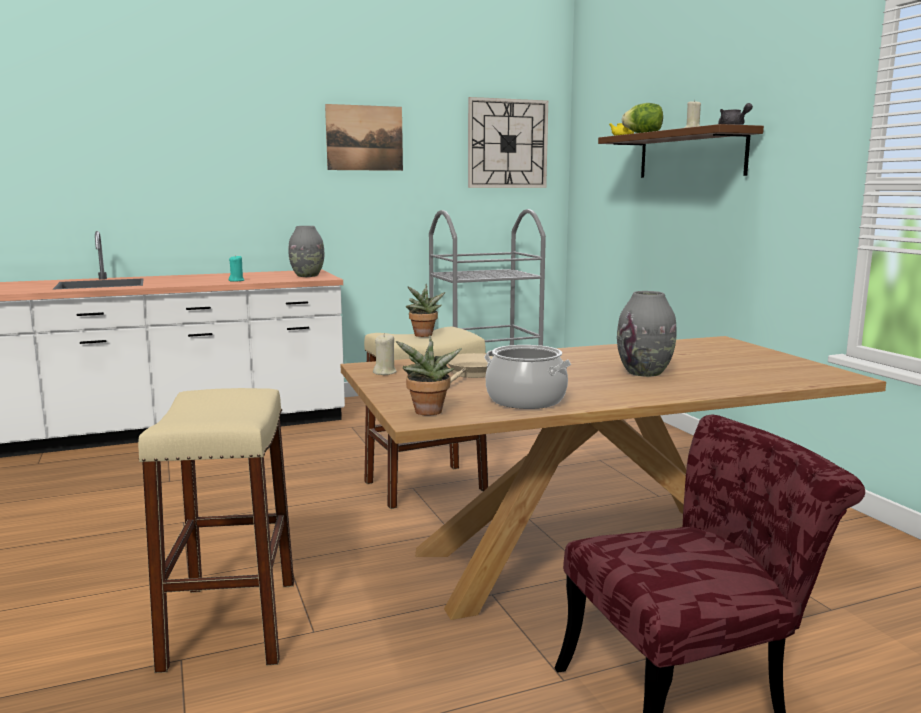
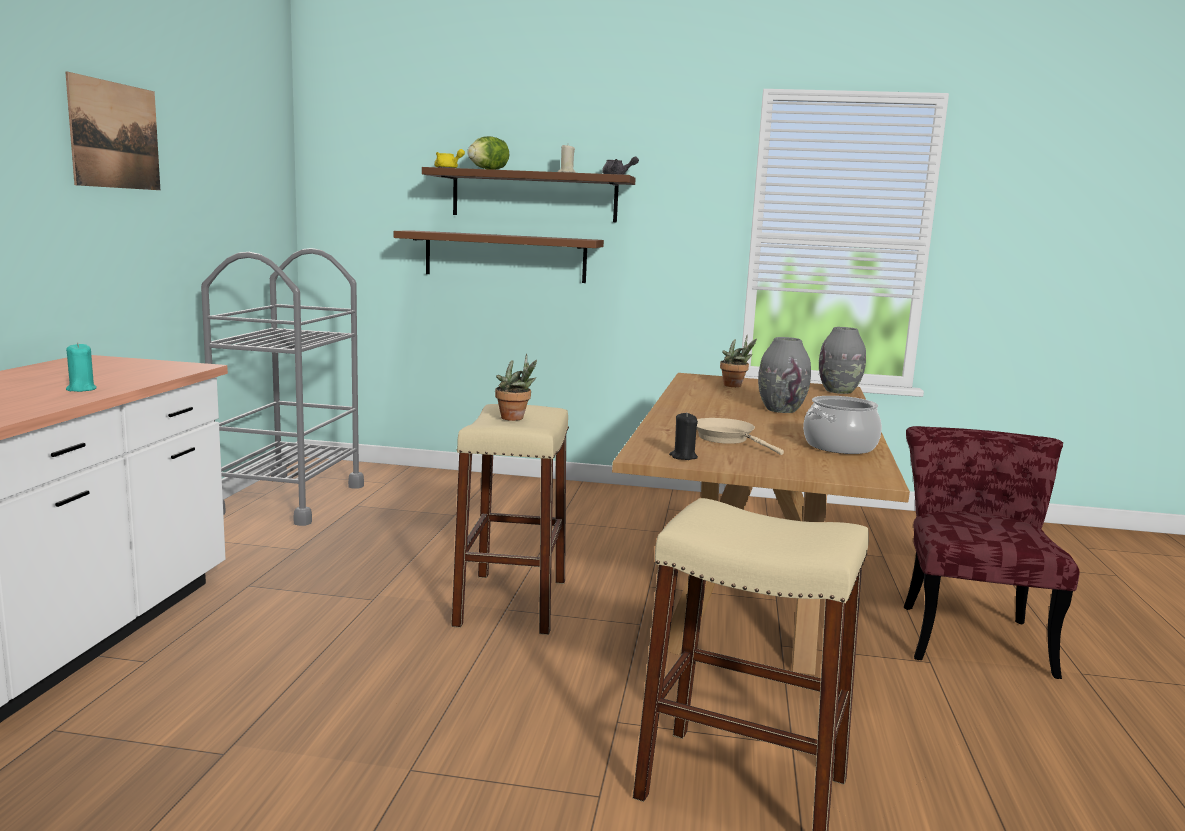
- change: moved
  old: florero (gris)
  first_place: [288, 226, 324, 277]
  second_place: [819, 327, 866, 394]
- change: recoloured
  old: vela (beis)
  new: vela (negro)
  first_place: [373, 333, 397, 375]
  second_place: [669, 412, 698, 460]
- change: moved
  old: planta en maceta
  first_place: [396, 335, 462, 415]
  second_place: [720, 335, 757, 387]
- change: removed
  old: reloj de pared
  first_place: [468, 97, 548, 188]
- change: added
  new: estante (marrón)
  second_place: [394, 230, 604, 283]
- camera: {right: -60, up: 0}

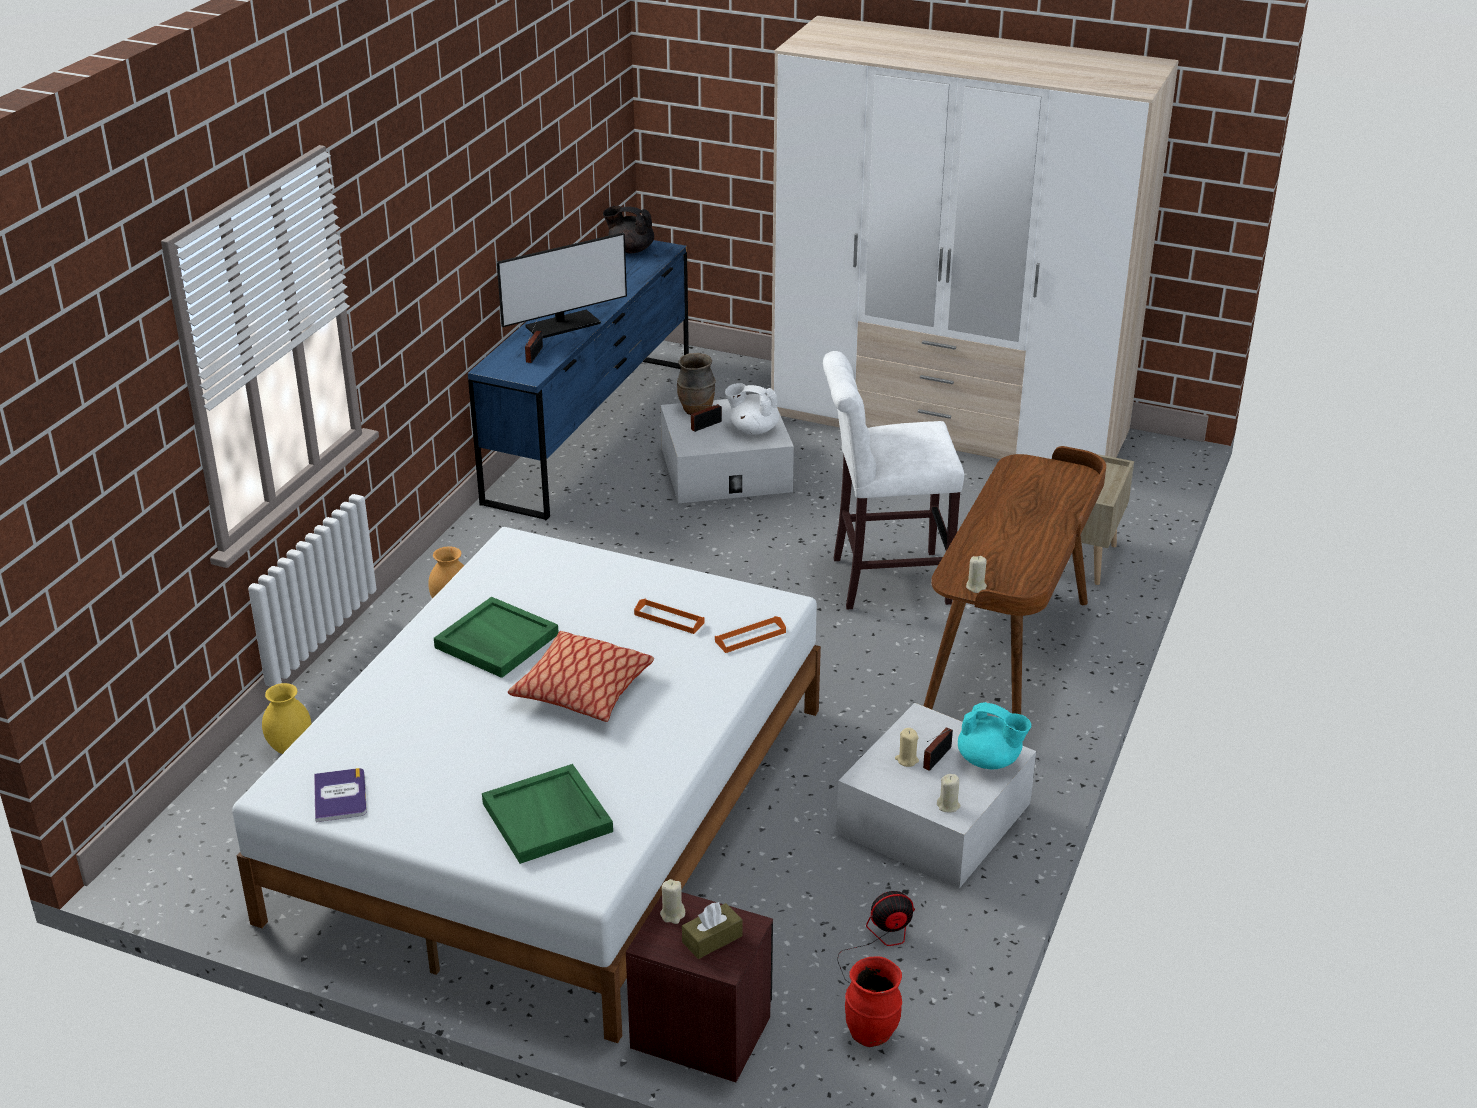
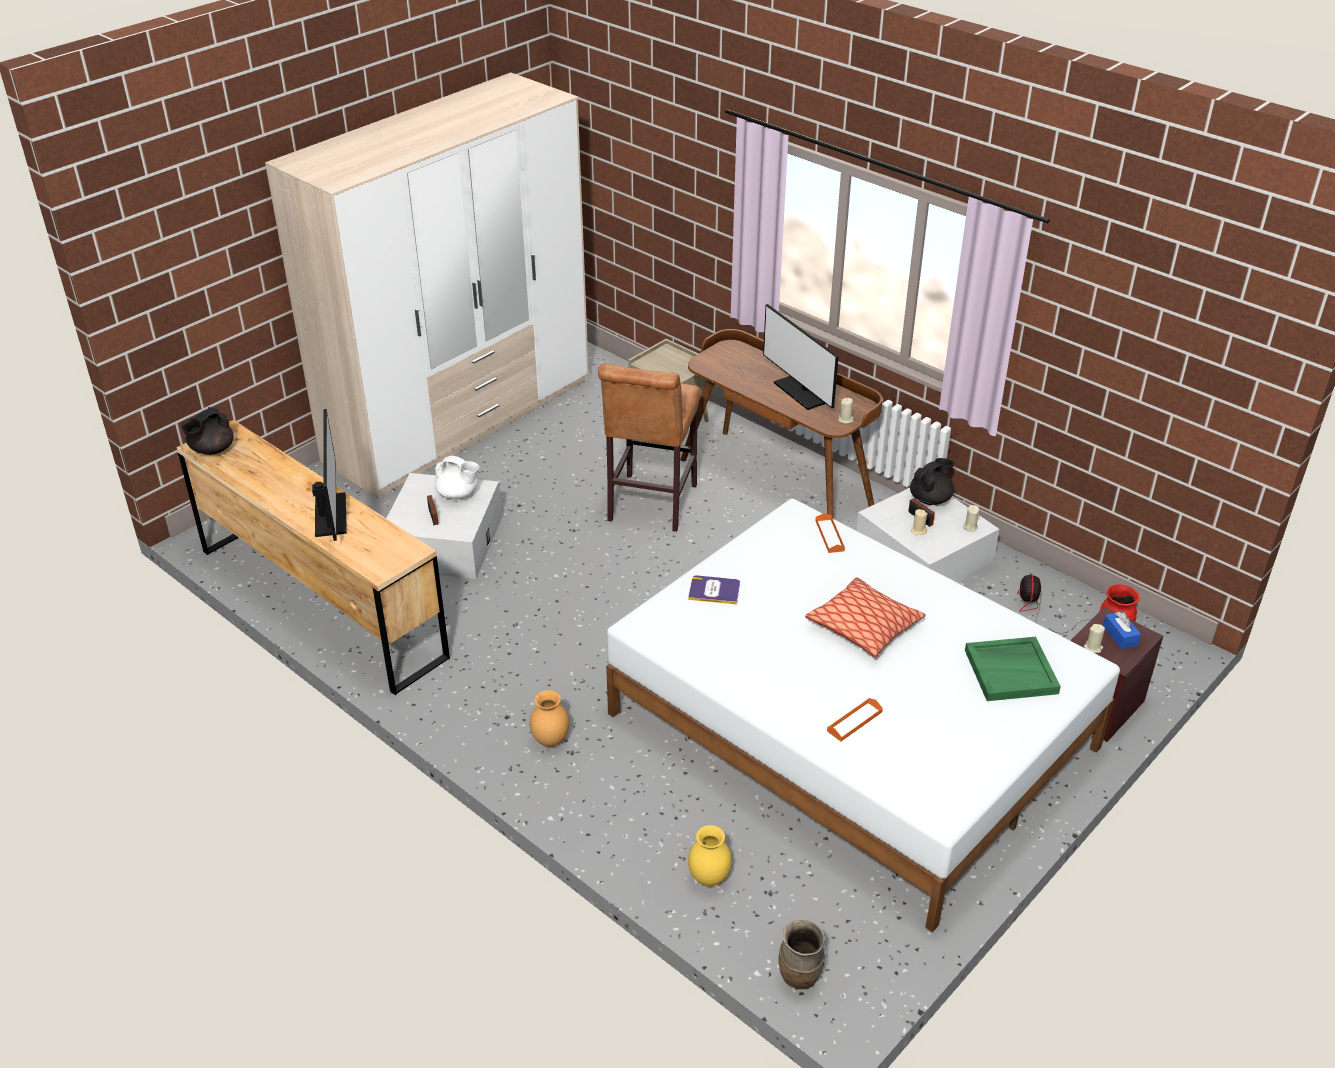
- change: moved
  old: libro
  first_place: [314, 768, 367, 822]
  second_place: [688, 575, 740, 604]
- change: removed
  old: bandeja (verde)
  first_place: [434, 597, 559, 678]
- change: recoloured
  old: cómoda (azul)
  new: cómoda (marrón)
  first_place: [468, 240, 689, 520]
  second_place: [176, 420, 450, 695]
- change: removed
  old: radio
  first_place: [525, 316, 543, 363]
- change: moved
  old: bandeja (naranja)
  first_place: [634, 599, 704, 634]
  second_place: [827, 698, 883, 741]
- change: moved
  old: florero (marrón)
  first_place: [677, 353, 716, 415]
  second_place: [778, 920, 825, 989]
- change: recoloured
  old: caja de pañuelos (marrón)
  new: caja de pañuelos (azul)
  first_place: [682, 902, 742, 959]
  second_place: [1103, 611, 1141, 649]
- change: turned
  old: tetera (blanco)
  first_place: [725, 383, 779, 435]
  second_place: [435, 456, 479, 499]
  degrees: -105
- change: recoloured
  old: taburete (blanco)
  new: taburete (marrón)
  first_place: [823, 351, 964, 610]
  second_place: [598, 364, 700, 532]
- change: recoloured
  old: tetera (turquesa)
  new: tetera (negro)
  first_place: [958, 702, 1031, 769]
  second_place: [910, 458, 954, 505]
- change: added
  new: monitor
  second_place: [763, 304, 839, 410]
- camera: {right: -70, up: 5}

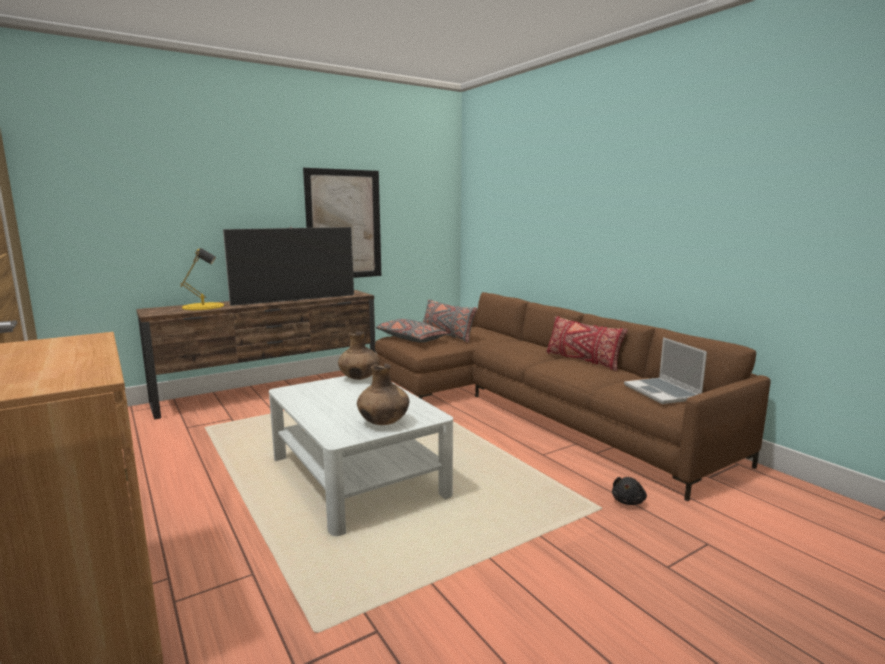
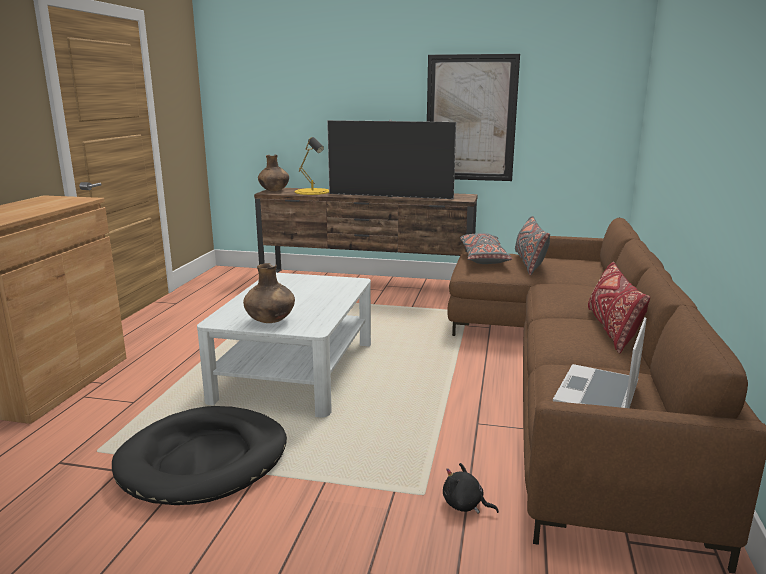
- change: moved
  old: florero (marrón)
  first_place: [338, 331, 380, 380]
  second_place: [258, 155, 289, 191]
- change: turned
  old: peluche (negro)
  first_place: [612, 477, 647, 505]
  second_place: [443, 463, 499, 514]
  degrees: 45
- change: added
  new: cama para perro (negro)
  second_place: [112, 406, 287, 505]
- camera: {right: 45, up: 5}

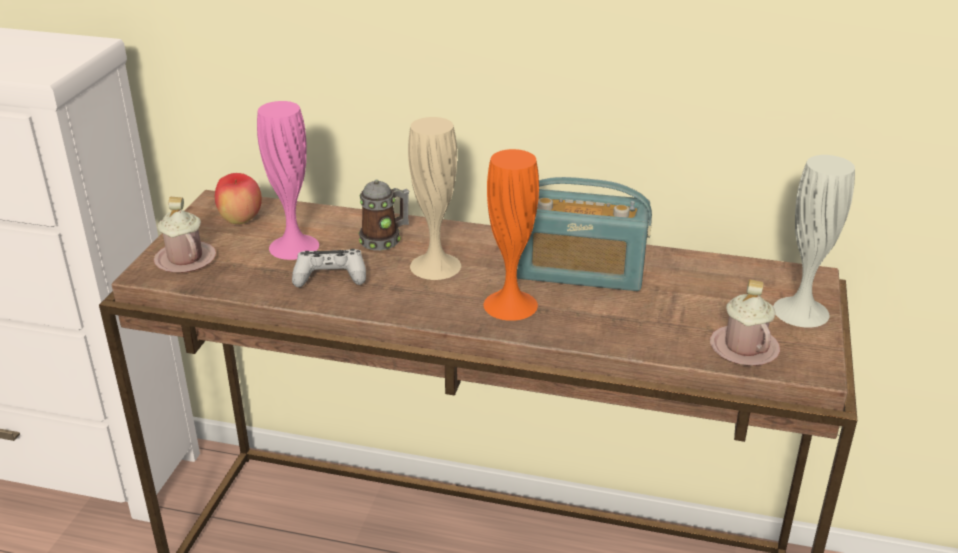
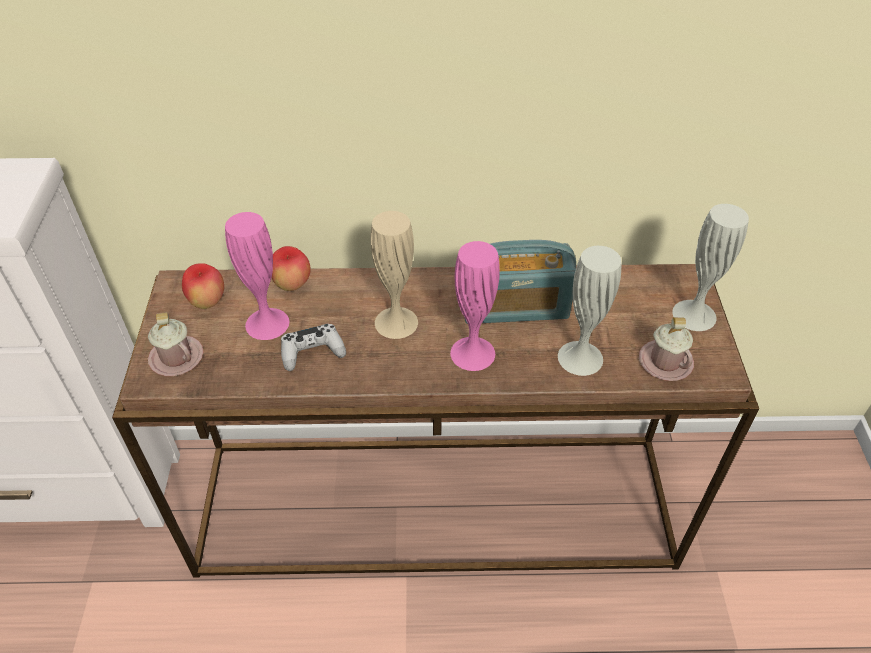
- change: removed
  old: taza grande
  first_place: [358, 179, 409, 250]
- change: recoloured
  old: florero (naranja)
  new: florero (rosa)
  first_place: [484, 149, 539, 321]
  second_place: [450, 241, 500, 371]
- change: added
  new: manzana
  second_place: [272, 246, 310, 291]
- change: added
  new: florero (blanco)
  second_place: [558, 246, 621, 376]
- camera: {right: -15, up: 15}

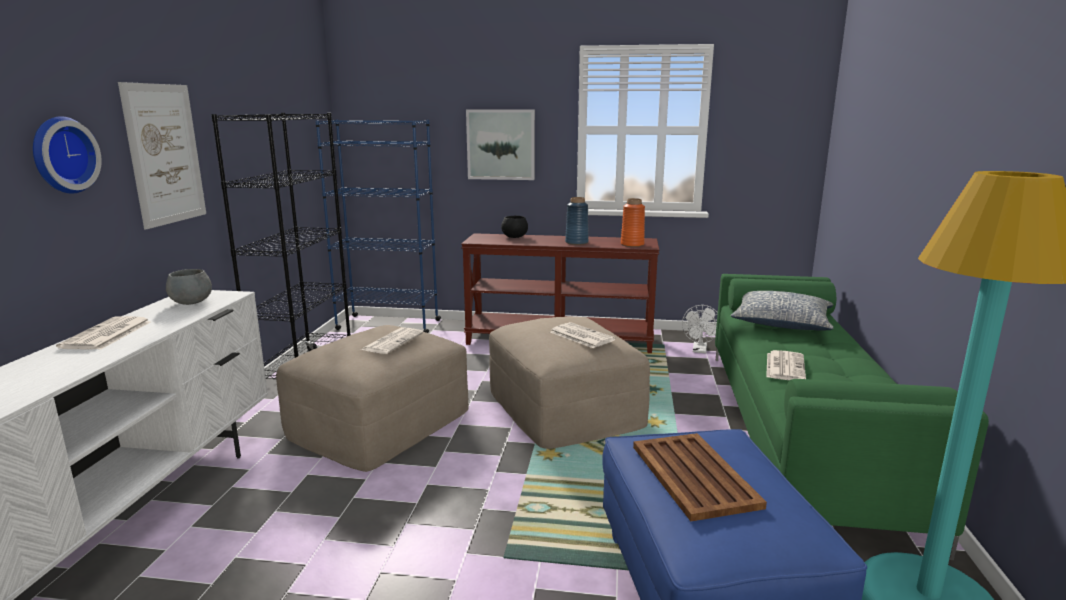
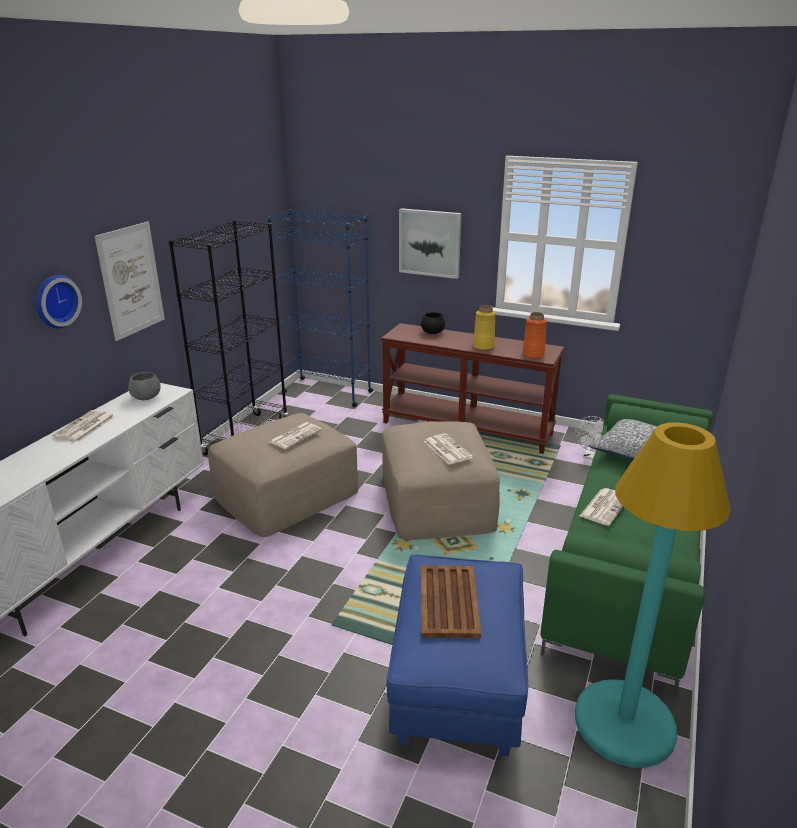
- change: recoloured
  old: florero (azul)
  new: florero (amarillo)
  first_place: [565, 197, 589, 245]
  second_place: [473, 305, 496, 350]
- camera: {right: 15, up: 10}

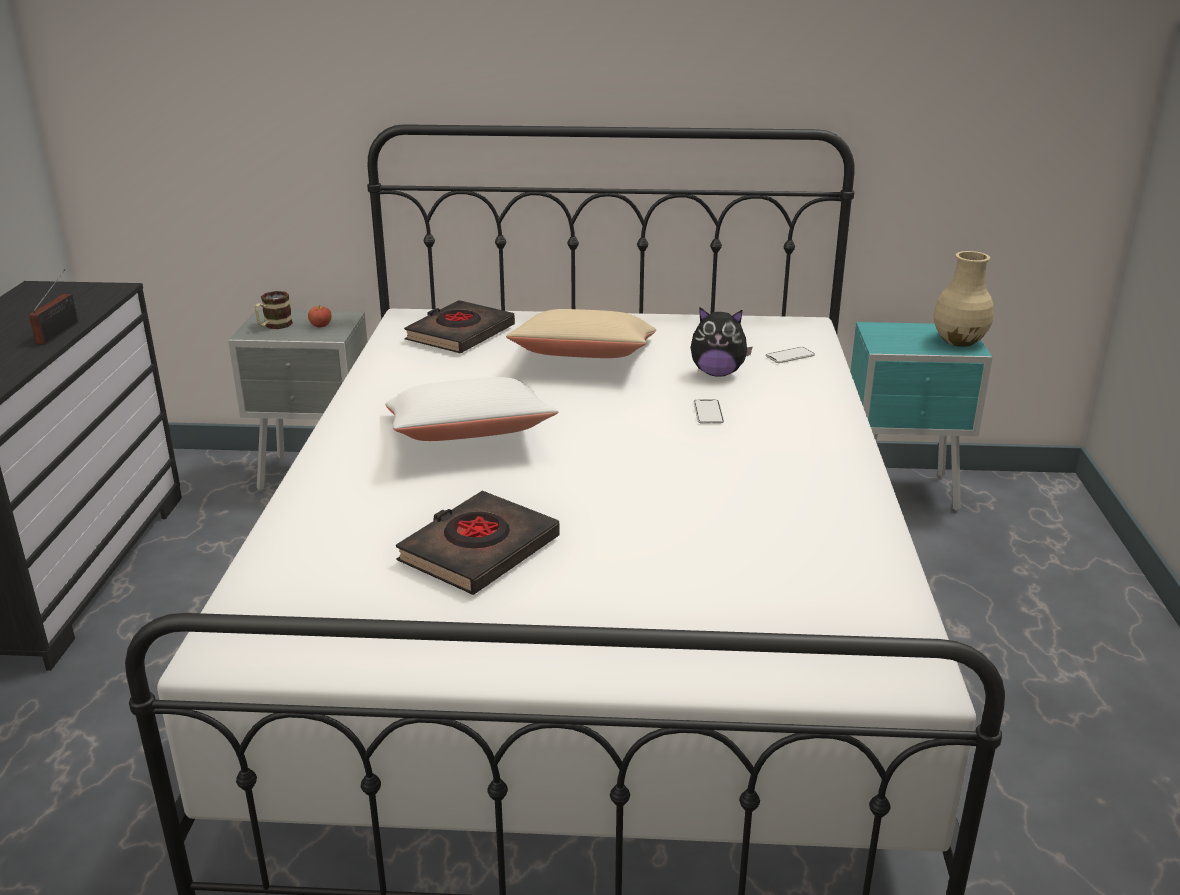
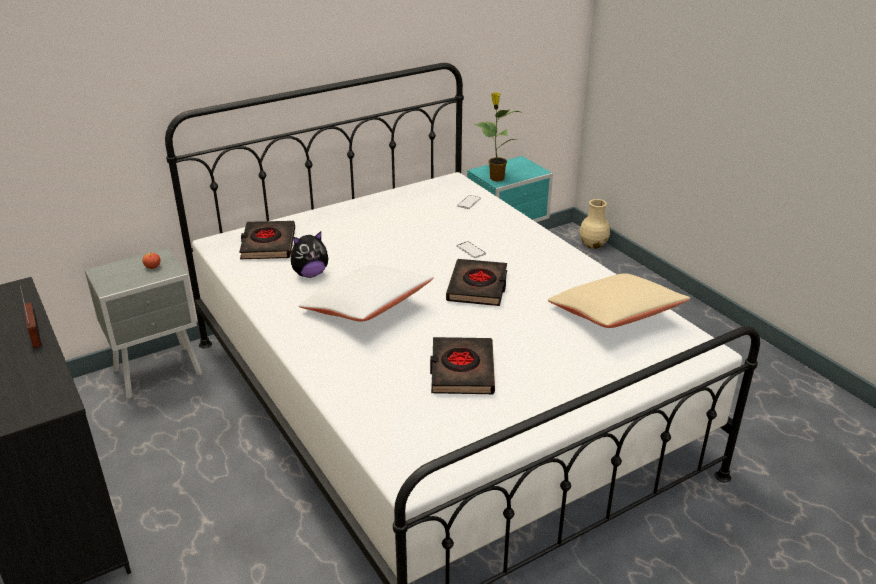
- change: removed
  old: taza grande
  first_place: [255, 291, 293, 329]
- change: moved
  old: cojín (beis)
  first_place: [506, 309, 656, 358]
  second_place: [548, 273, 691, 328]
- change: moved
  old: peluche
  first_place: [690, 307, 753, 377]
  second_place: [291, 231, 328, 278]
- change: moved
  old: florero (beis)
  first_place: [933, 251, 994, 347]
  second_place: [579, 199, 610, 249]
- change: added
  new: libro (negro)
  second_place: [446, 259, 507, 306]
- change: added
  new: planta en maceta
  second_place: [475, 92, 524, 182]
- camera: {right: -35, up: 5}

